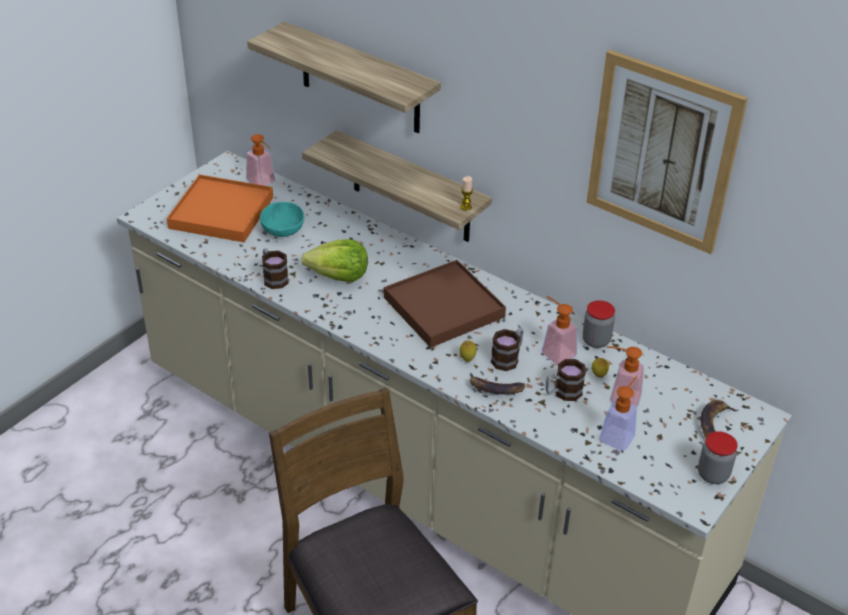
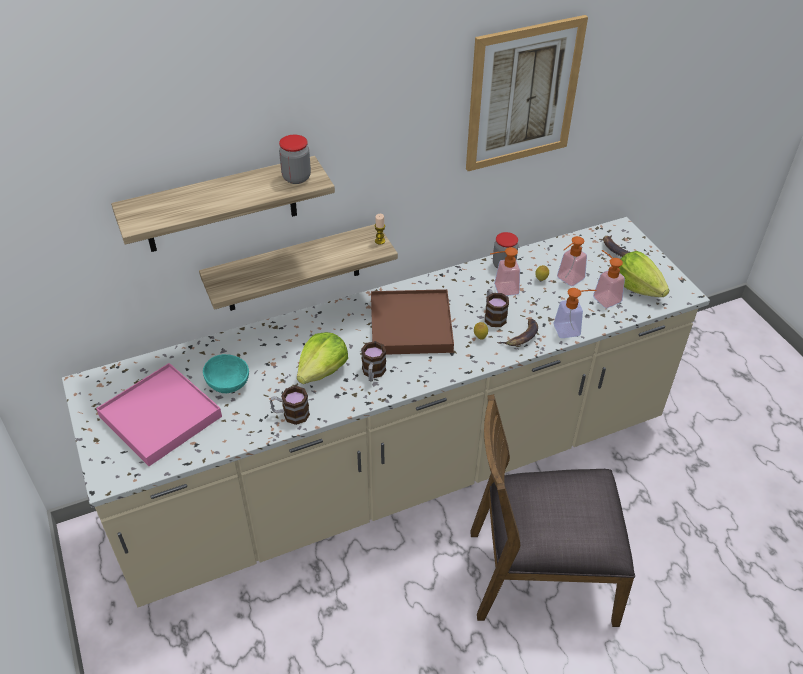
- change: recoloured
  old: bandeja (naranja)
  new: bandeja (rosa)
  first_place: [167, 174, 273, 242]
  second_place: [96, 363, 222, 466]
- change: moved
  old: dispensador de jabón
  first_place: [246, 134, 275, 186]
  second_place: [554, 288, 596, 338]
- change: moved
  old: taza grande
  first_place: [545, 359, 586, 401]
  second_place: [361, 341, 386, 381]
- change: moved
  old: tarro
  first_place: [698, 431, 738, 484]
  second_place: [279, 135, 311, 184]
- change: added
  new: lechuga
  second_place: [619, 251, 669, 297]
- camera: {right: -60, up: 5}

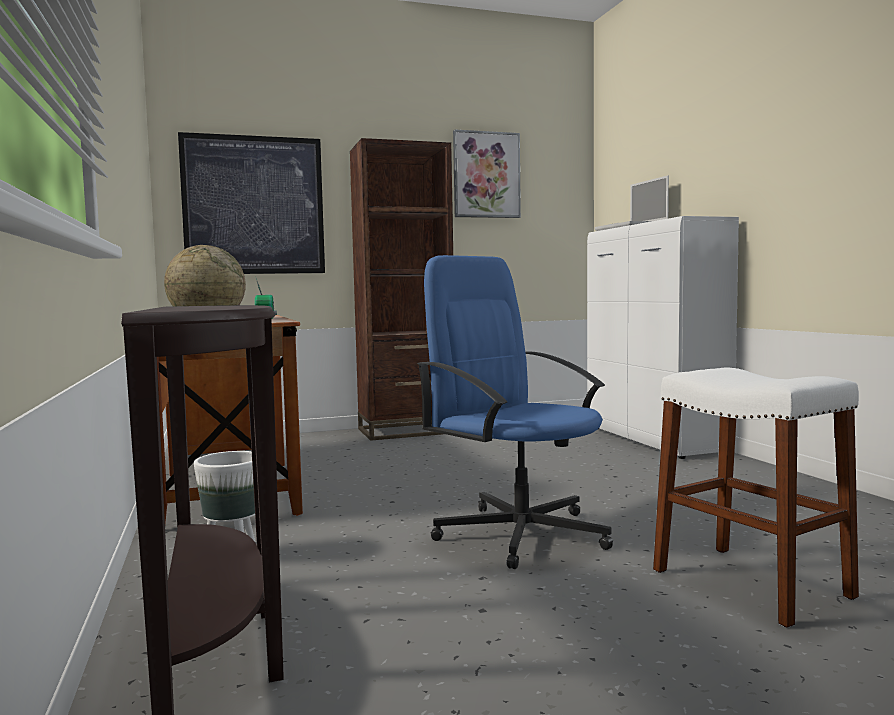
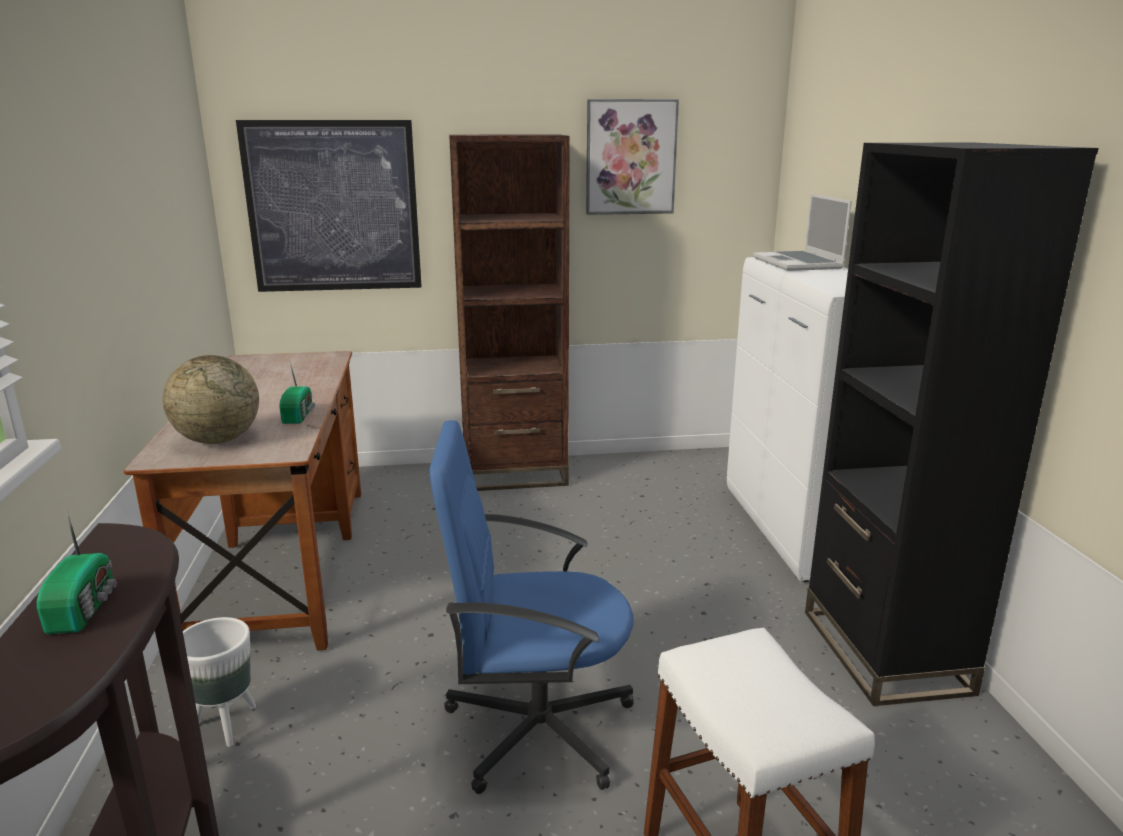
- change: turned
  old: silla de oficina (azul)
  first_place: [417, 255, 613, 569]
  second_place: [430, 420, 634, 794]
  degrees: -60
- change: added
  new: radio
  second_place: [37, 509, 117, 634]
- change: added
  new: estantería (negro)
  second_place: [805, 143, 1099, 706]
- camera: {right: 10, up: 15}

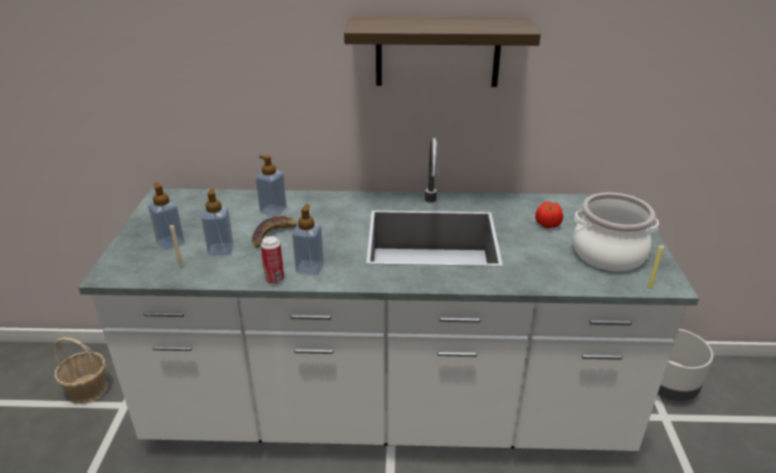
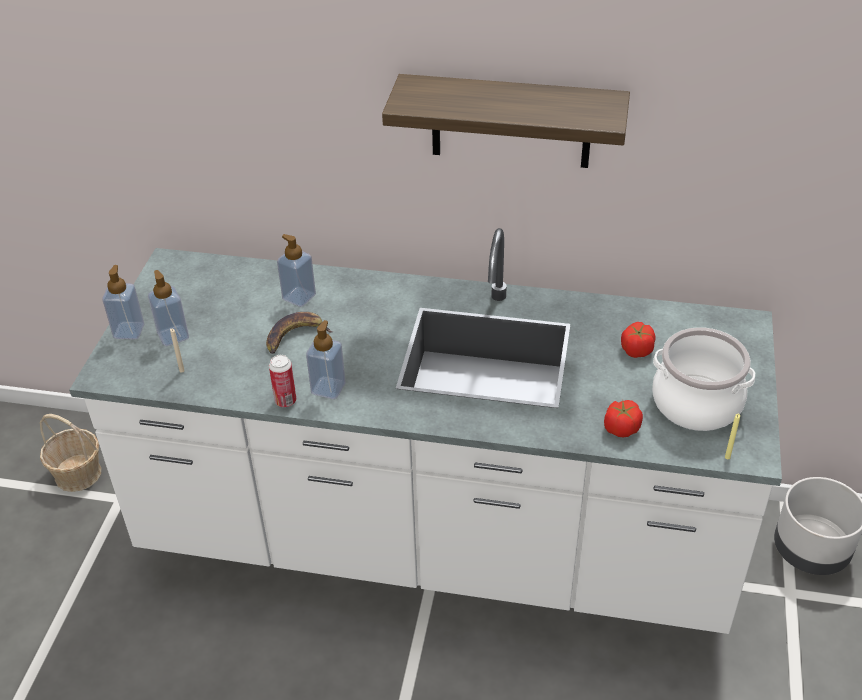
- change: moved
  old: dispensador de jabón
  first_place: [201, 188, 234, 256]
  second_place: [102, 265, 144, 339]
- change: added
  new: tomate
  second_place: [604, 400, 643, 437]
- camera: {right: 10, up: 10}

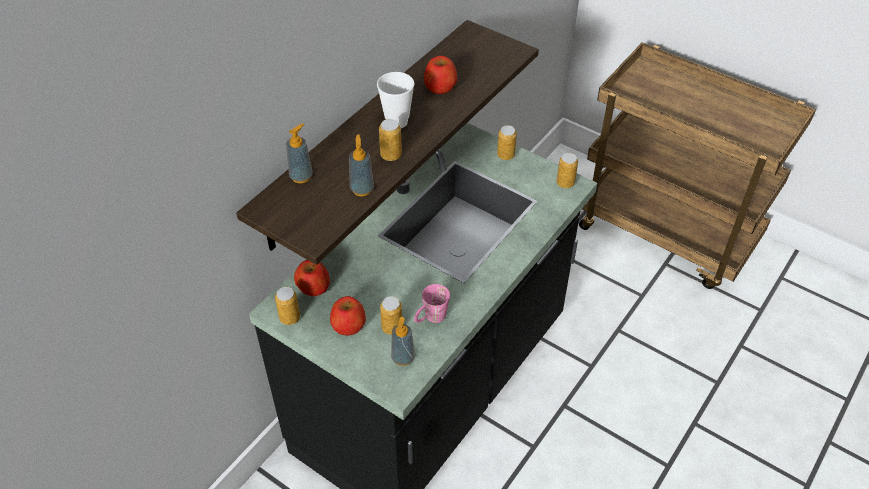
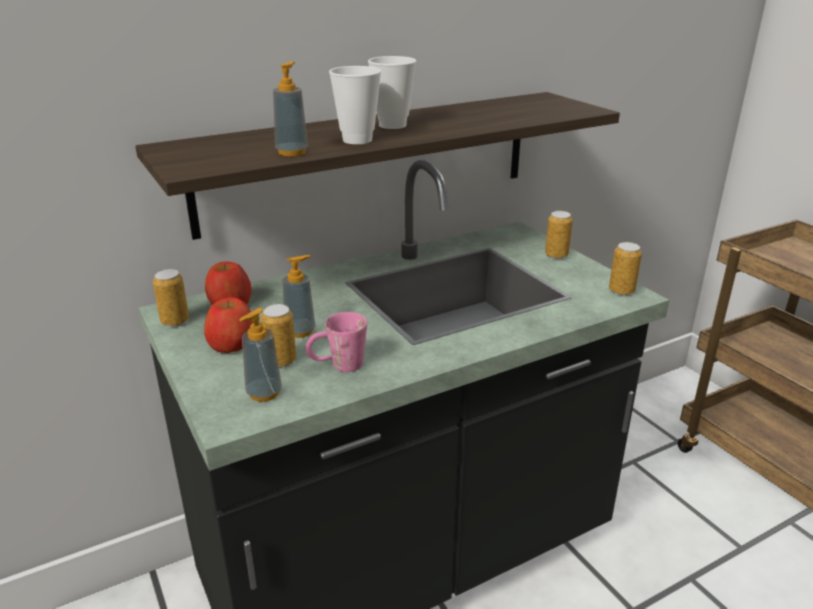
- change: moved
  old: dispensador de jabón
  first_place: [286, 124, 313, 183]
  second_place: [283, 255, 315, 338]
- change: replaced
  old: lata
  new: taza
  first_place: [379, 119, 402, 161]
  second_place: [329, 66, 381, 144]
- change: removed
  old: manzana
  first_place: [424, 56, 457, 94]
- camera: {right: 25, up: -20}

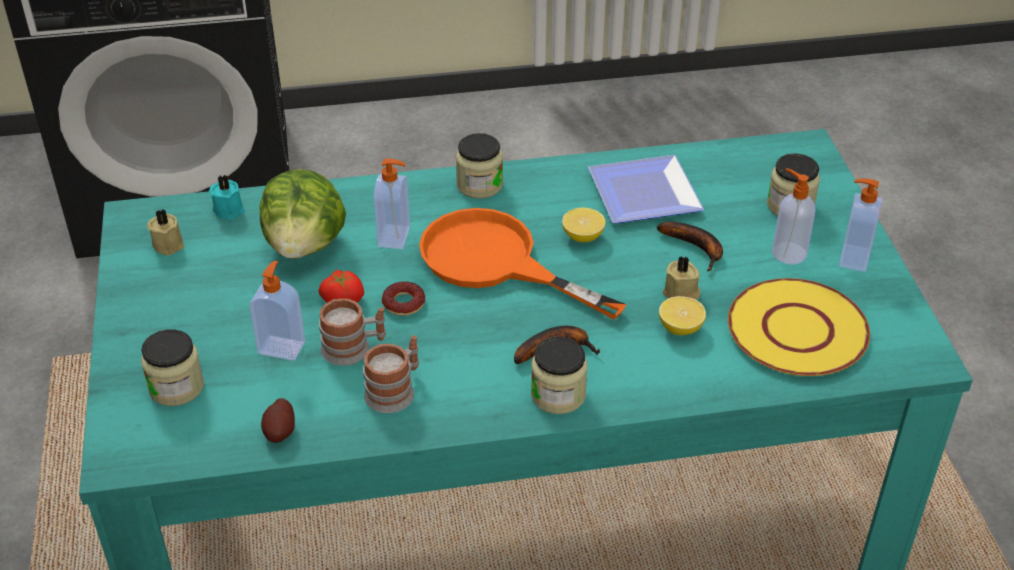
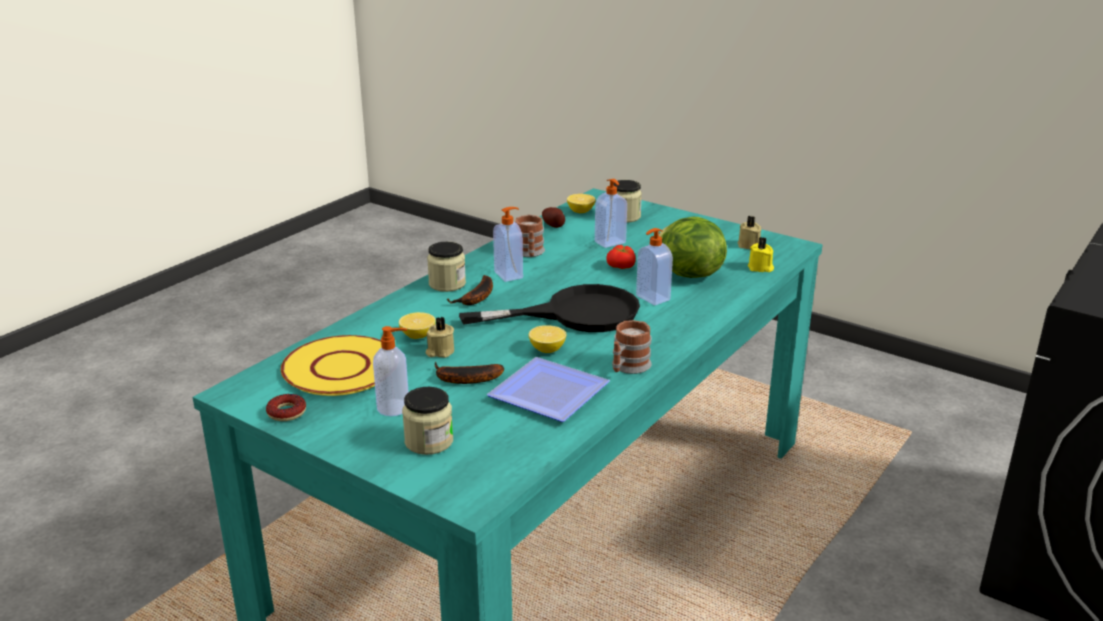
- change: recoloured
  old: vela (turquesa)
  new: vela (amarillo)
  first_place: [209, 175, 245, 220]
  second_place: [748, 237, 774, 272]
- change: moved
  old: taza grande
  first_place: [319, 298, 386, 366]
  second_place: [612, 320, 652, 374]
- change: moved
  old: rosquilla
  first_place: [382, 281, 425, 316]
  second_place: [266, 394, 306, 421]
- change: recoloured
  old: sartén (naranja)
  new: sartén (negro)
  first_place: [419, 208, 627, 320]
  second_place: [459, 284, 640, 332]
- change: removed
  old: tarro
  first_place: [456, 133, 503, 199]
- change: moved
  old: dispensador de jabón
  first_place: [839, 178, 882, 272]
  second_place: [493, 207, 523, 282]
- change: added
  new: limón
  second_place: [567, 194, 596, 213]
- camera: {right: 135, up: -15}

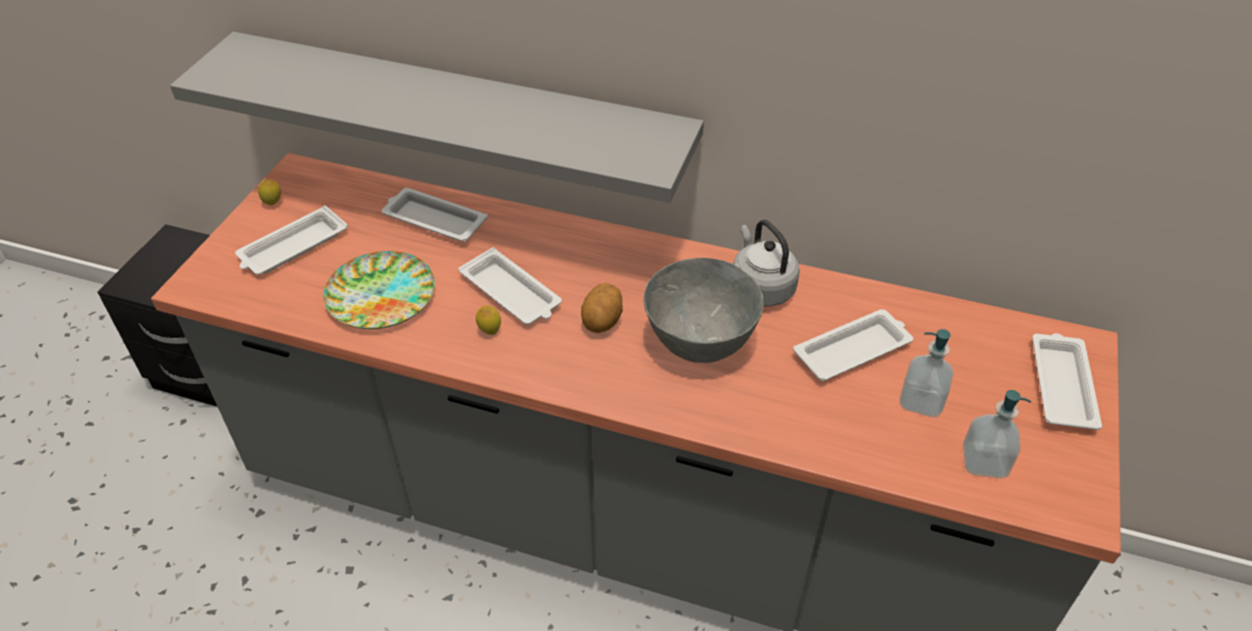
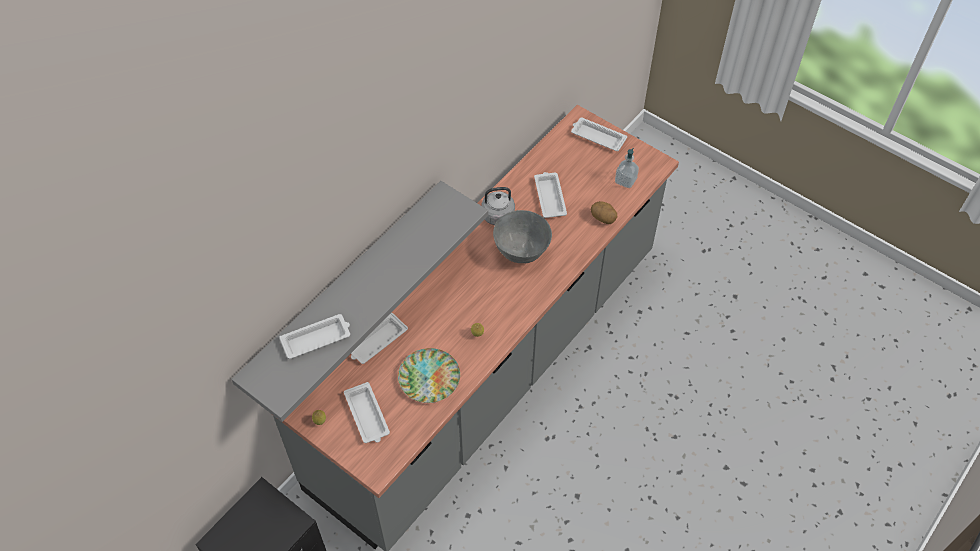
- change: moved
  old: bandeja (blanco)
  first_place: [459, 247, 562, 324]
  second_place: [279, 314, 350, 359]
- change: moved
  old: patata
  first_place: [581, 283, 623, 333]
  second_place: [591, 201, 617, 224]
- change: removed
  old: dispensador de jabón
  first_place: [900, 329, 953, 417]
- camera: {right: -70, up: 10}

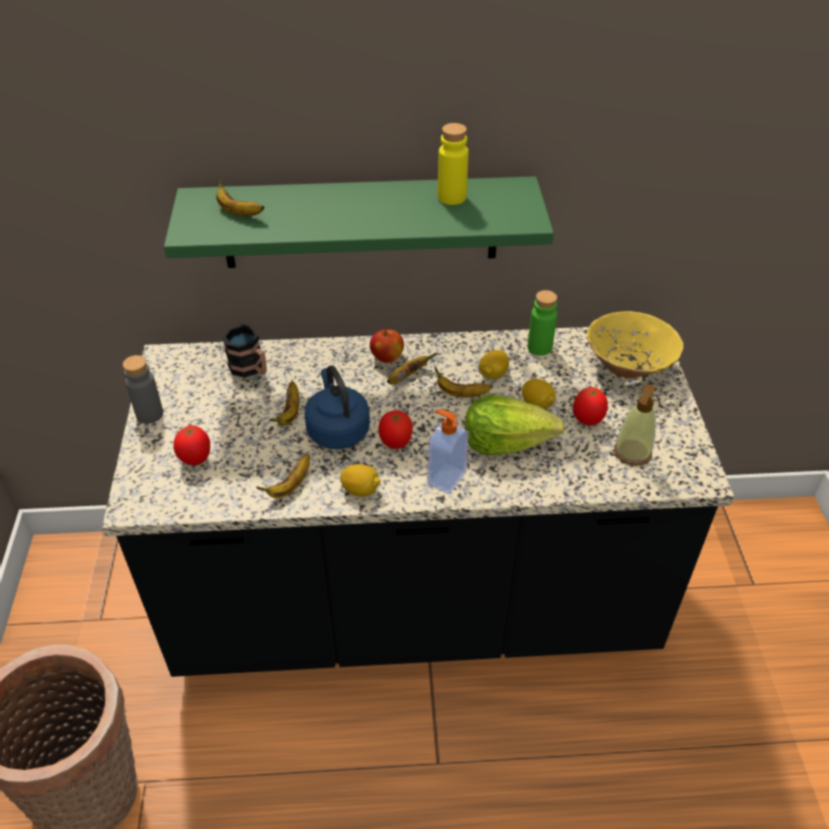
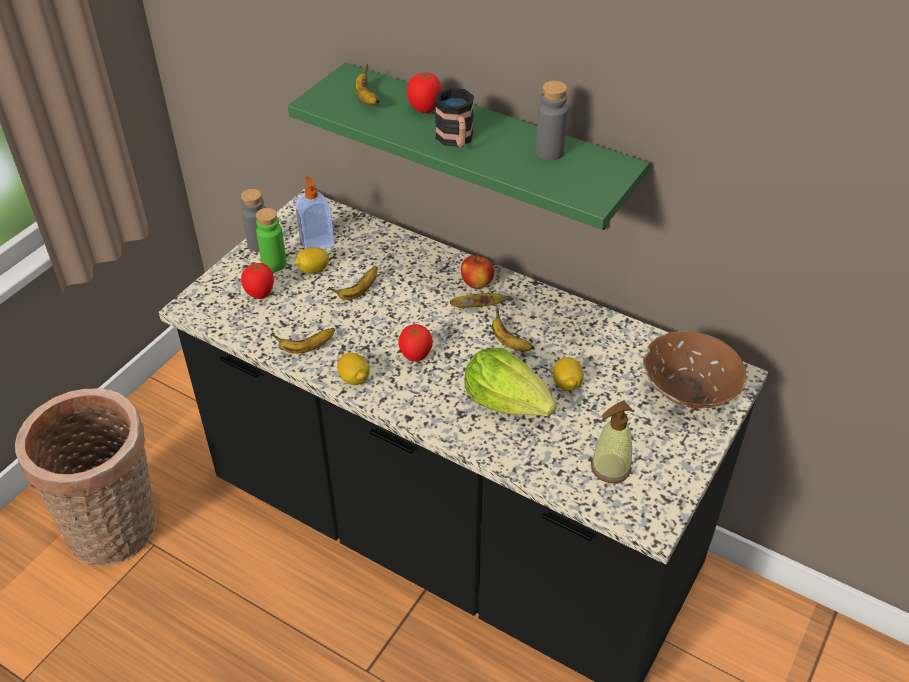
- change: moved
  old: taza grande
  first_place: [222, 324, 267, 378]
  second_place: [435, 88, 474, 148]
- change: removed
  old: hervidor (azul)
  first_place: [304, 365, 370, 449]
- change: moved
  old: dispensador de jabón
  first_place: [428, 410, 469, 494]
  second_place: [295, 176, 335, 249]
- change: recoloured
  old: botella (amarillo)
  new: botella (gris)
  first_place: [438, 123, 468, 205]
  second_place: [535, 81, 568, 160]
- change: moved
  old: limón
  first_place: [479, 350, 509, 380]
  second_place: [294, 247, 329, 274]
- change: moved
  old: botella (verde)
  first_place: [528, 290, 557, 356]
  second_place: [256, 208, 287, 272]
- change: moved
  old: tomate
  first_place: [573, 387, 608, 426]
  second_place: [407, 72, 442, 113]
- change: recoloured
  old: cuenco (amarillo)
  new: cuenco (marrón)
  first_place: [587, 311, 684, 379]
  second_place: [643, 331, 746, 408]
- camera: {right: 35, up: 0}

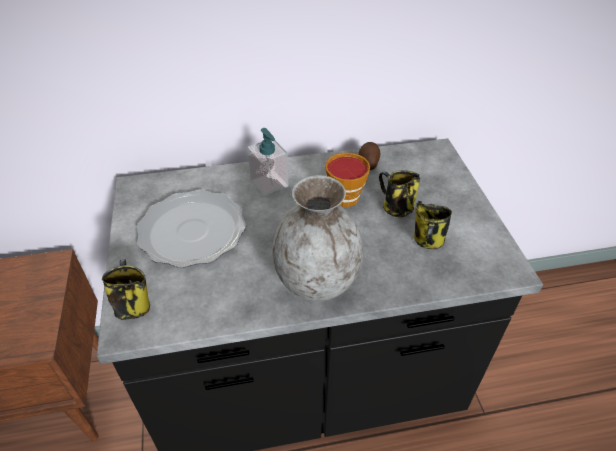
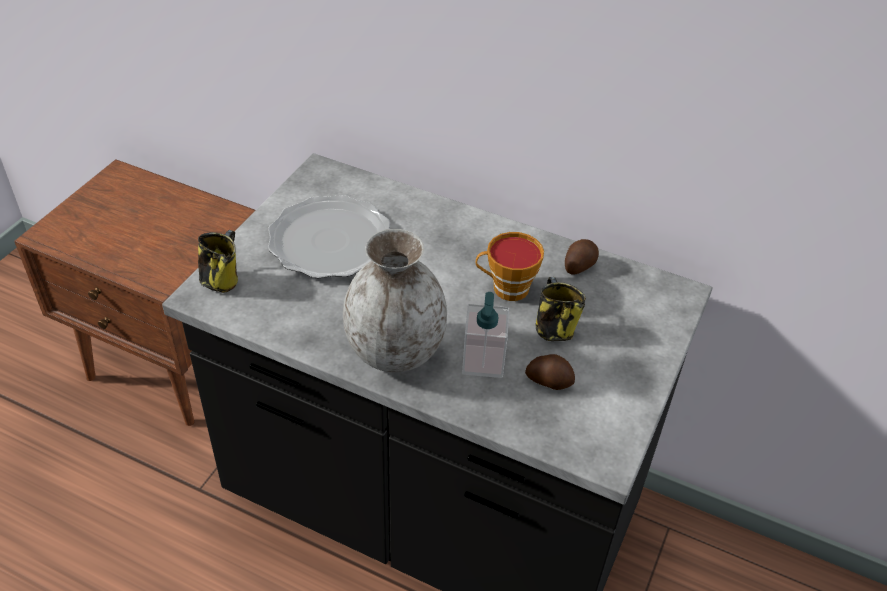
- change: moved
  old: dispensador de jabón
  first_place: [248, 128, 289, 196]
  second_place: [462, 292, 509, 378]
- change: replaced
  old: taza grande
  new: patata
  first_place: [414, 201, 452, 249]
  second_place: [525, 354, 575, 390]
- camera: {right: 35, up: 0}

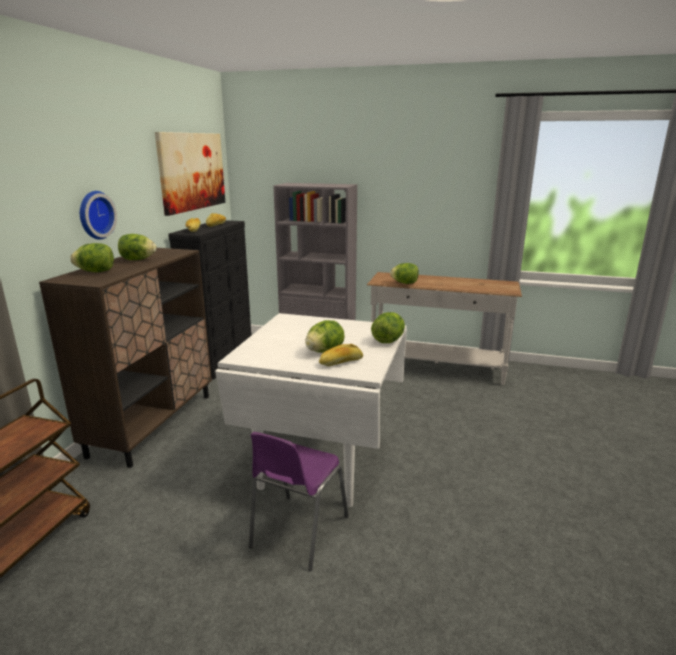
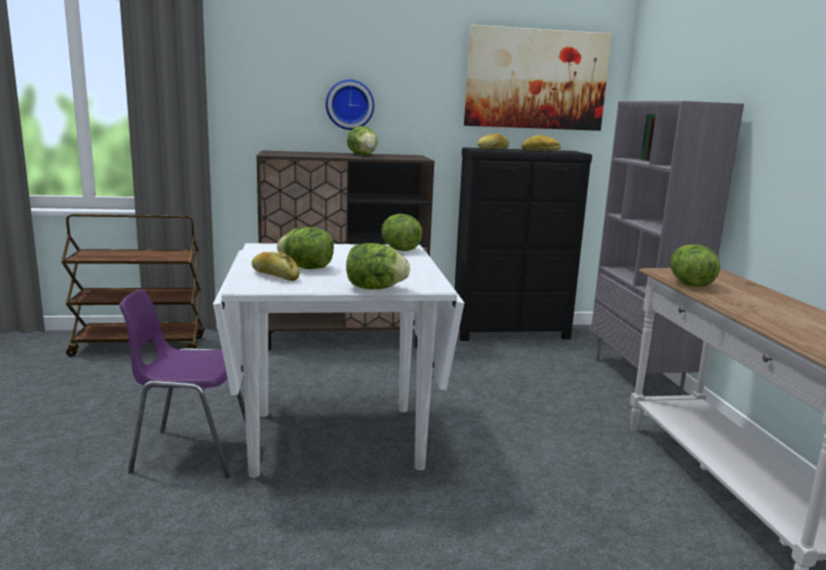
- change: moved
  old: lechuga
  first_place: [70, 243, 114, 272]
  second_place: [381, 214, 423, 251]
- camera: {right: 65, up: -5}

